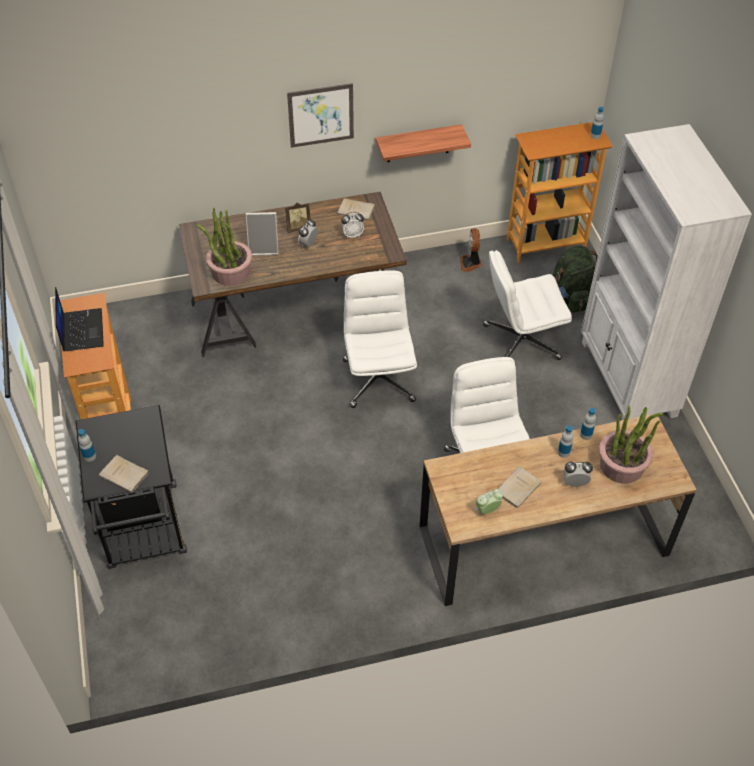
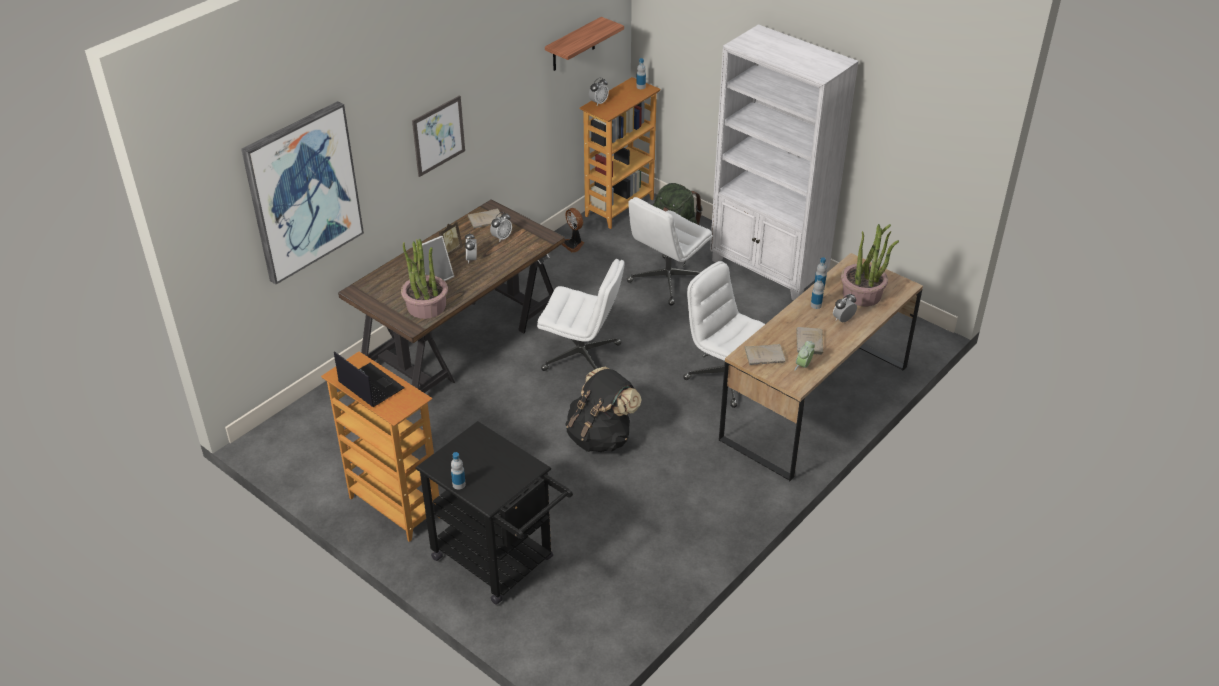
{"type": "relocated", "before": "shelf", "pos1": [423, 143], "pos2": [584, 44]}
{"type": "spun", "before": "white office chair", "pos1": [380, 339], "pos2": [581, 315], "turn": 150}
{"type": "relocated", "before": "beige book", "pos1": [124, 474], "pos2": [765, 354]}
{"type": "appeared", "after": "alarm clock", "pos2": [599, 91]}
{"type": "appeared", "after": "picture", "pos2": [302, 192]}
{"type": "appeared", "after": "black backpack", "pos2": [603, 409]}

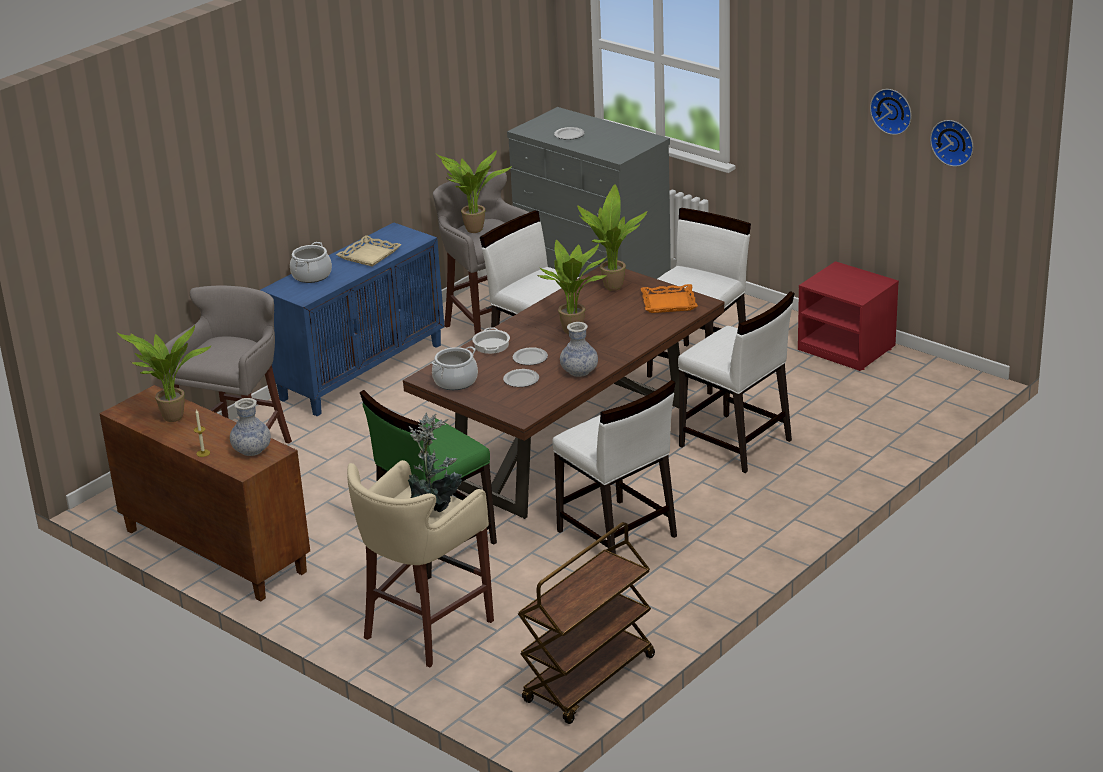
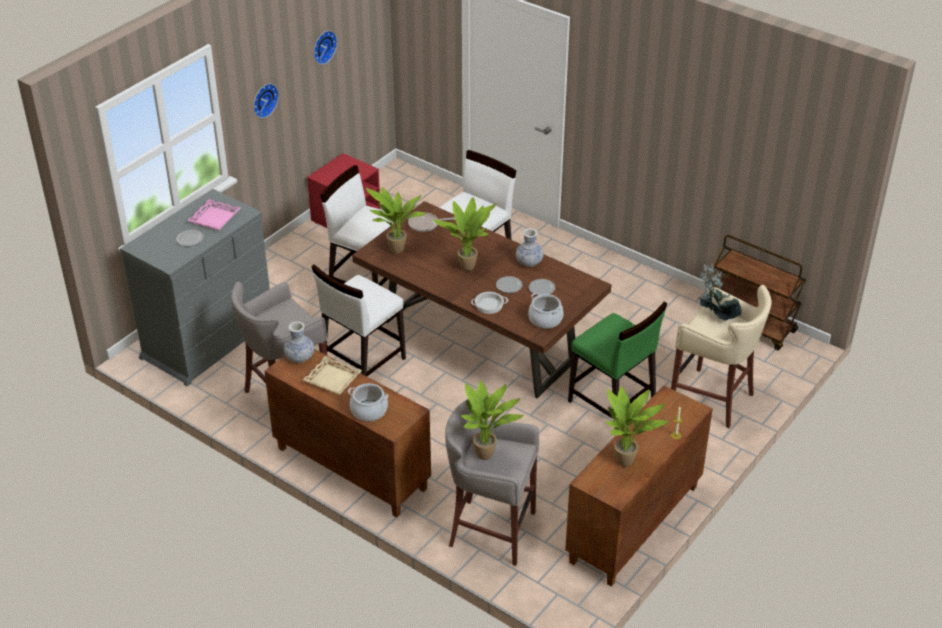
{"type": "relocated", "before": "wall clock", "pos1": [951, 143], "pos2": [266, 101]}
{"type": "relocated", "before": "potted plant", "pos1": [474, 191], "pos2": [491, 420]}
{"type": "colour", "before": "blue cabinet", "after": "brown cabinet", "pos1": [352, 319], "pos2": [347, 433]}
{"type": "exchanged", "before": "orange tray", "after": "frying pan", "pos1": [669, 298], "pos2": [431, 222]}
{"type": "missing", "before": "white chair", "pos1": [614, 467]}
{"type": "relocated", "before": "vase", "pos1": [250, 427], "pos2": [299, 342]}
{"type": "appeared", "after": "pink tray", "pos2": [213, 214]}

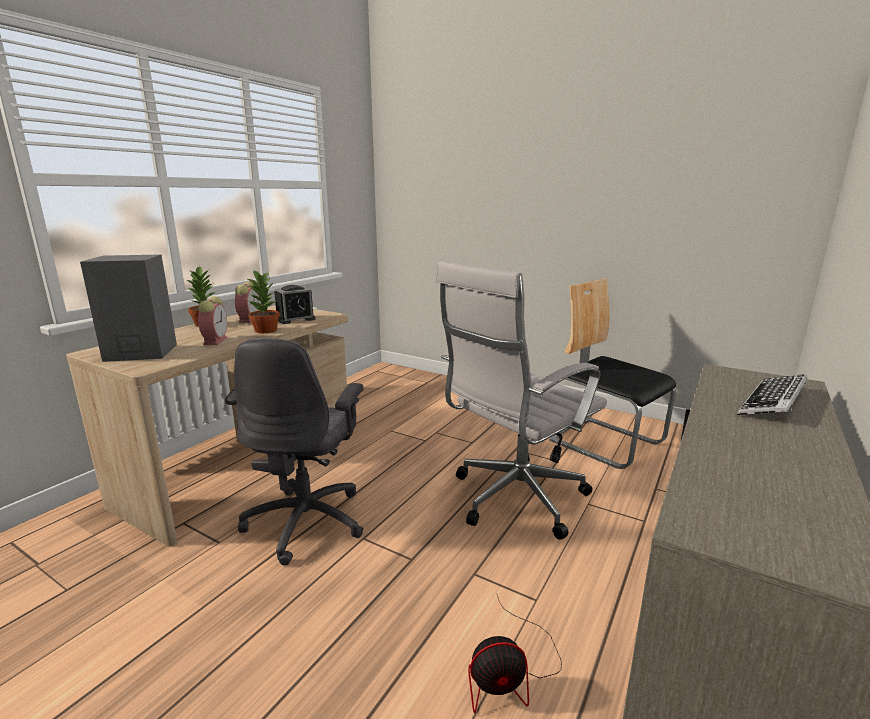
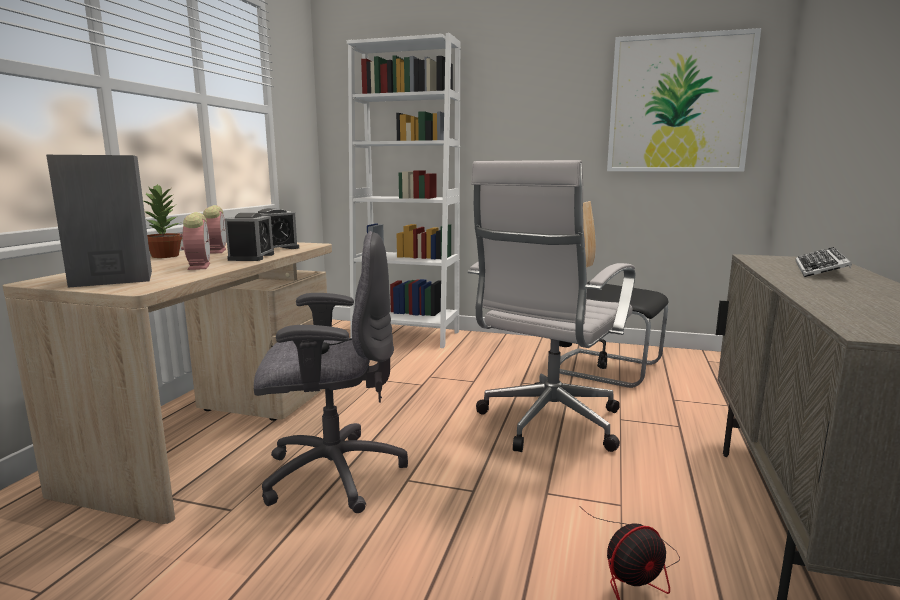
{"type": "exchanged", "before": "potted plant", "after": "alarm clock", "pos1": [263, 301], "pos2": [249, 237]}
{"type": "spun", "before": "grey office chair", "pos1": [294, 452], "pos2": [331, 372], "turn": -90}
{"type": "appeared", "after": "picture", "pos2": [684, 100]}
{"type": "appeared", "after": "white bookcase", "pos2": [404, 190]}

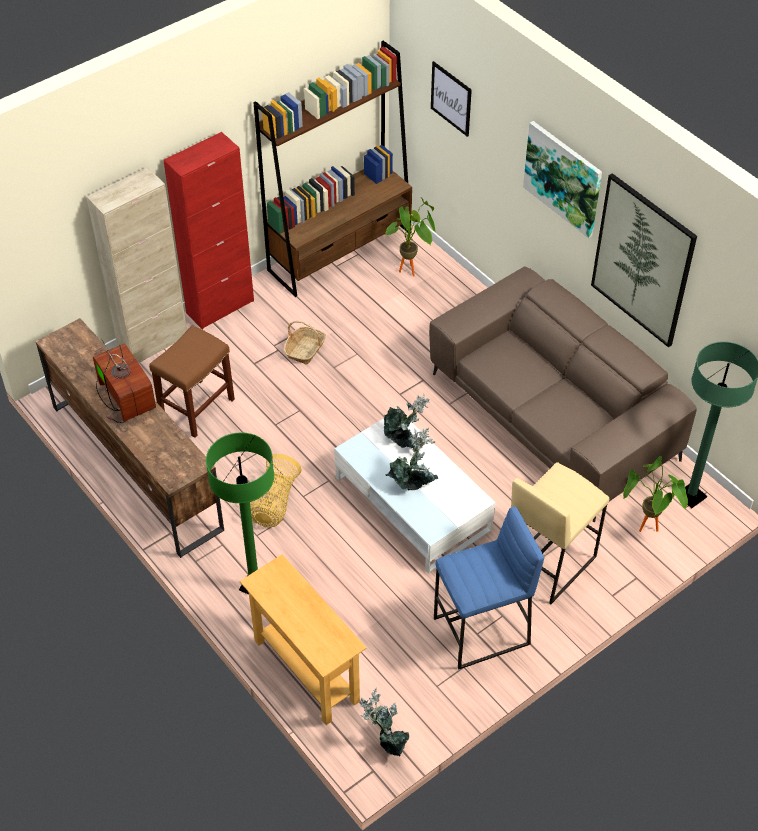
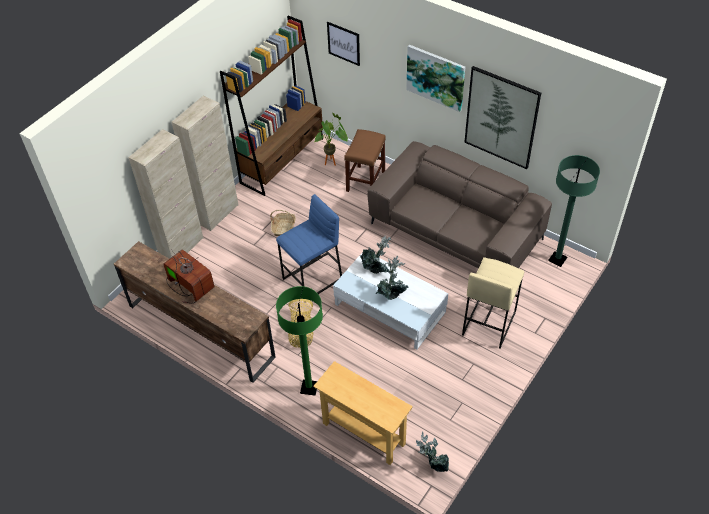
{"type": "colour", "before": "red cabinet", "after": "beige cabinet", "pos1": [208, 230], "pos2": [205, 163]}
{"type": "relocated", "before": "brown stool", "pos1": [192, 381], "pos2": [365, 160]}
{"type": "missing", "before": "potted plant", "pos1": [655, 494]}
{"type": "relocated", "before": "blue stool", "pos1": [489, 587], "pos2": [309, 248]}

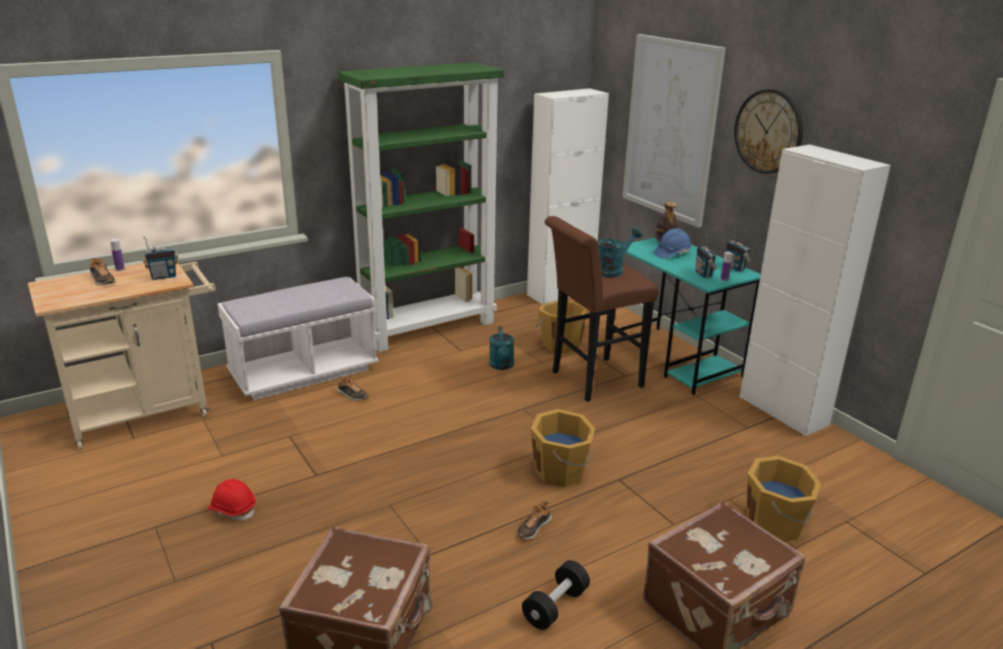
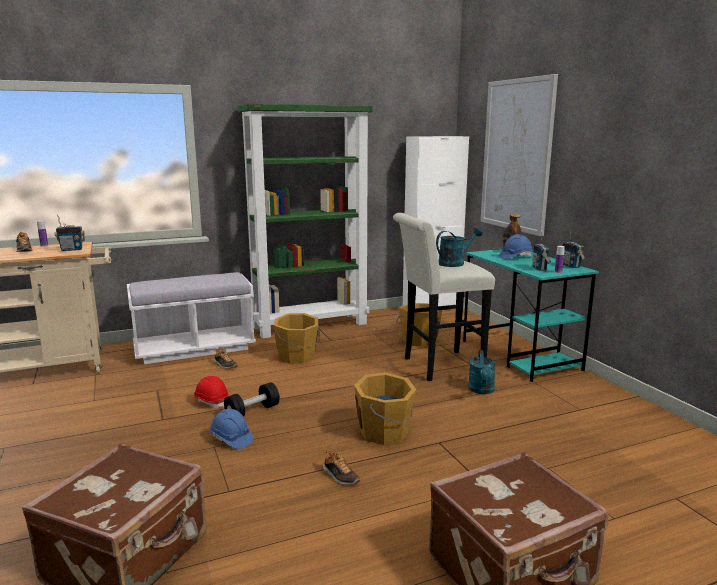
{"type": "missing", "before": "wall clock", "pos1": [768, 131]}
{"type": "missing", "before": "white cabinet", "pos1": [815, 290]}
{"type": "colour", "before": "brown stool", "after": "white stool", "pos1": [601, 309], "pos2": [444, 297]}
{"type": "relocated", "before": "turquoise watering can", "pos1": [501, 348], "pos2": [482, 372]}
{"type": "relocated", "before": "orange bucket", "pos1": [784, 498], "pos2": [296, 338]}
{"type": "relocated", "before": "red hard hat", "pos1": [232, 500], "pos2": [210, 392]}
{"type": "spun", "before": "shoe", "pos1": [534, 520], "pos2": [341, 467], "turn": -90}
{"type": "relocated", "before": "black dumbbell", "pos1": [556, 595], "pos2": [252, 399]}
{"type": "appeared", "after": "blue hard hat", "pos2": [231, 429]}

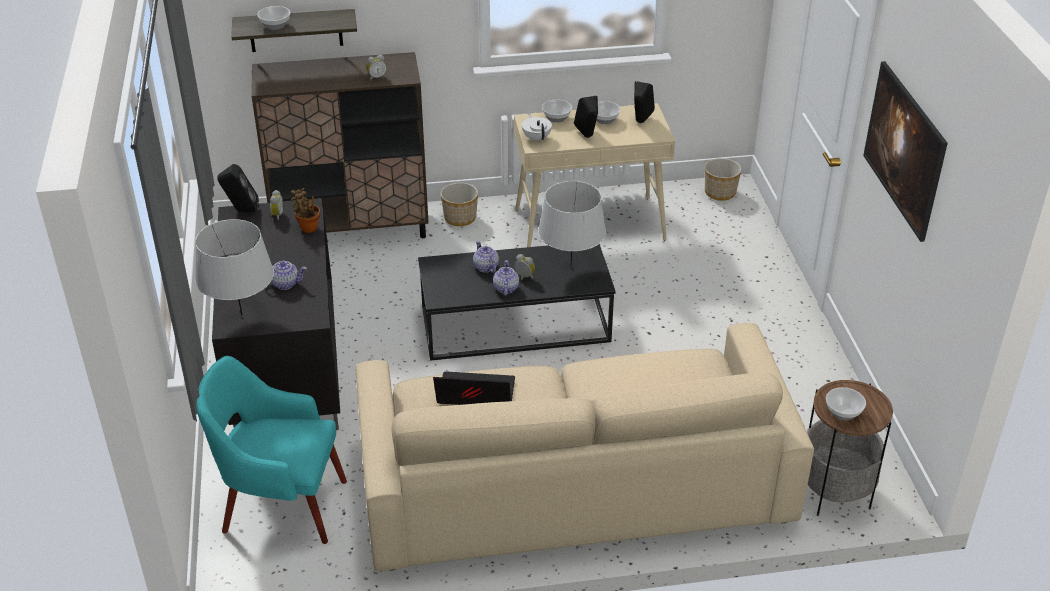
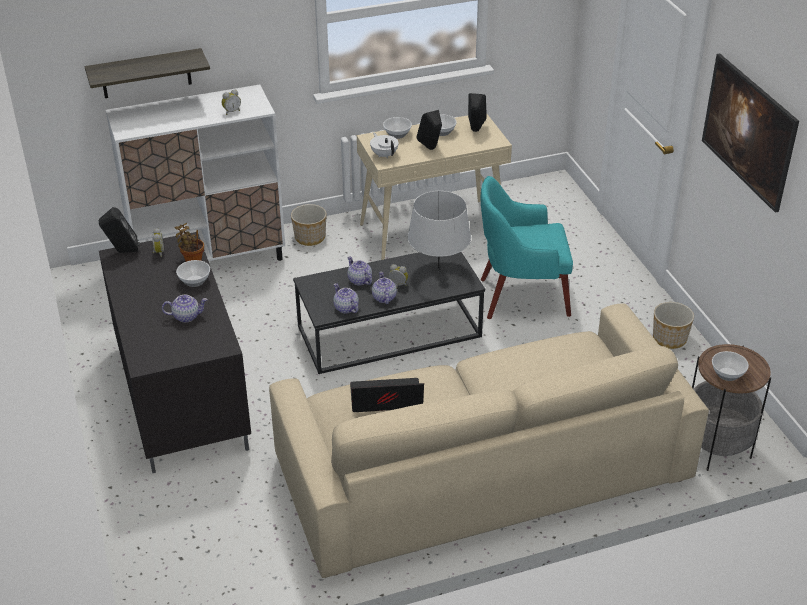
{"type": "relocated", "before": "bowl", "pos1": [273, 18], "pos2": [193, 273]}
{"type": "colour", "before": "brown cabinet", "after": "white cabinet", "pos1": [340, 145], "pos2": [195, 173]}
{"type": "relocated", "before": "planter", "pos1": [723, 179], "pos2": [673, 325]}
{"type": "missing", "before": "grey table lamp", "pos1": [234, 267]}
{"type": "relocated", "before": "turquoise armchair", "pos1": [271, 450], "pos2": [526, 247]}
{"type": "appeared", "after": "teapot", "pos2": [346, 298]}

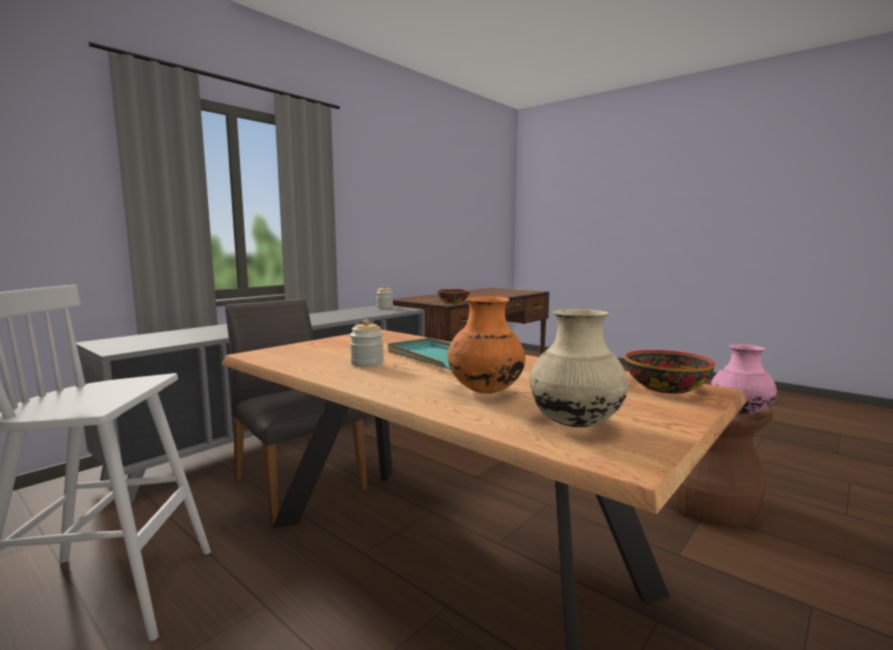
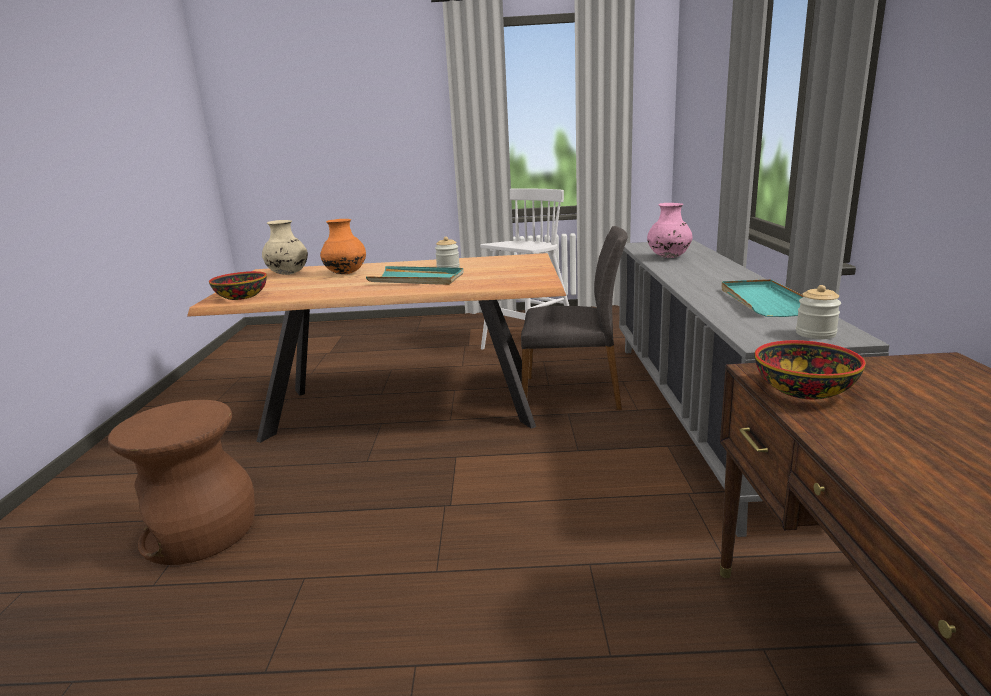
{"type": "relocated", "before": "pink vase", "pos1": [744, 379], "pos2": [669, 230]}
{"type": "appeared", "after": "turquoise tray", "pos2": [762, 298]}

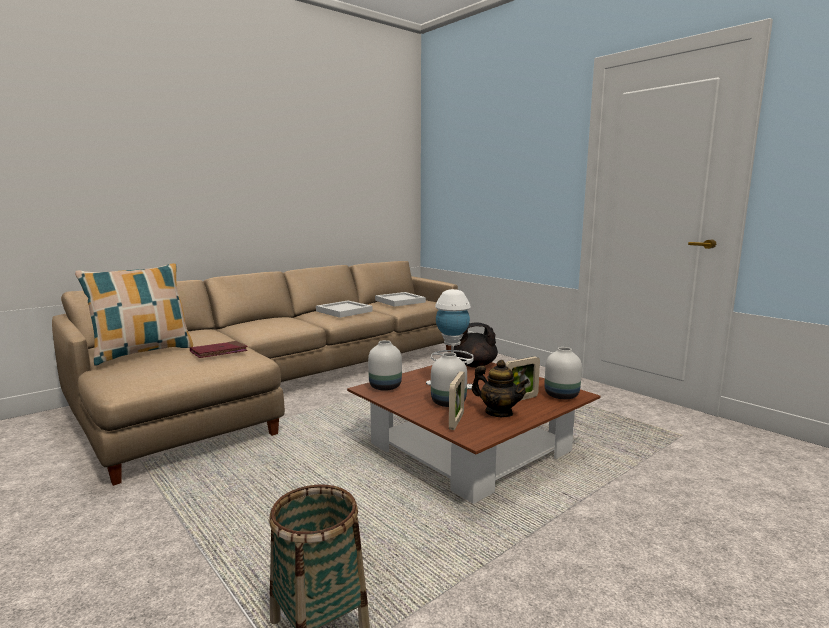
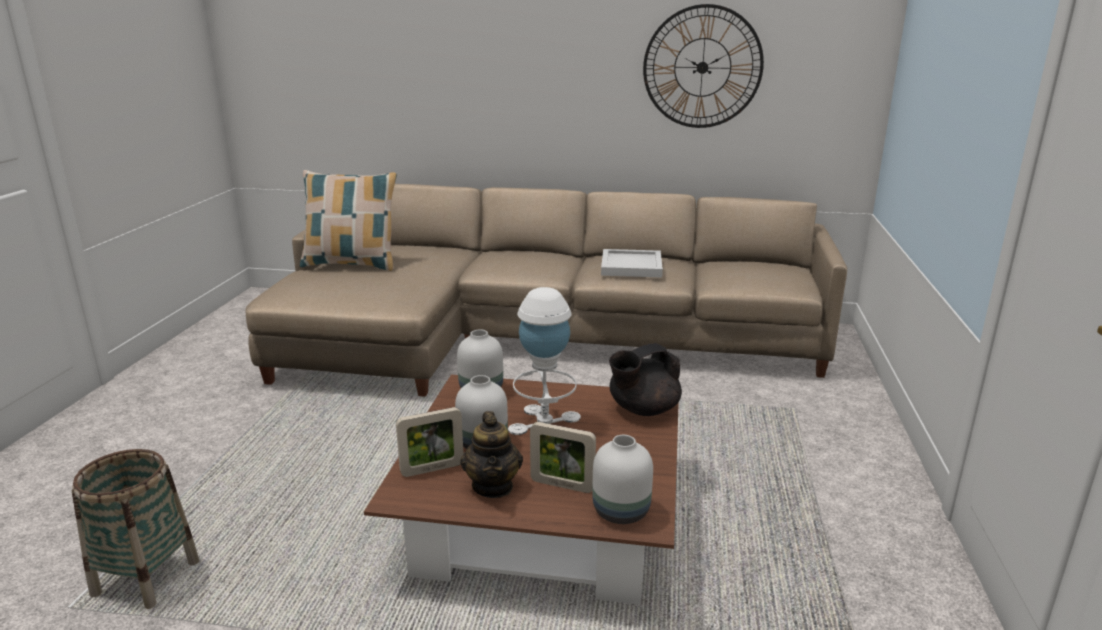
{"type": "missing", "before": "white tray", "pos1": [400, 299]}
{"type": "spun", "before": "black teapot", "pos1": [475, 345], "pos2": [645, 379], "turn": -75}
{"type": "missing", "before": "red book", "pos1": [219, 349]}
{"type": "appeared", "after": "wall clock", "pos2": [703, 66]}

